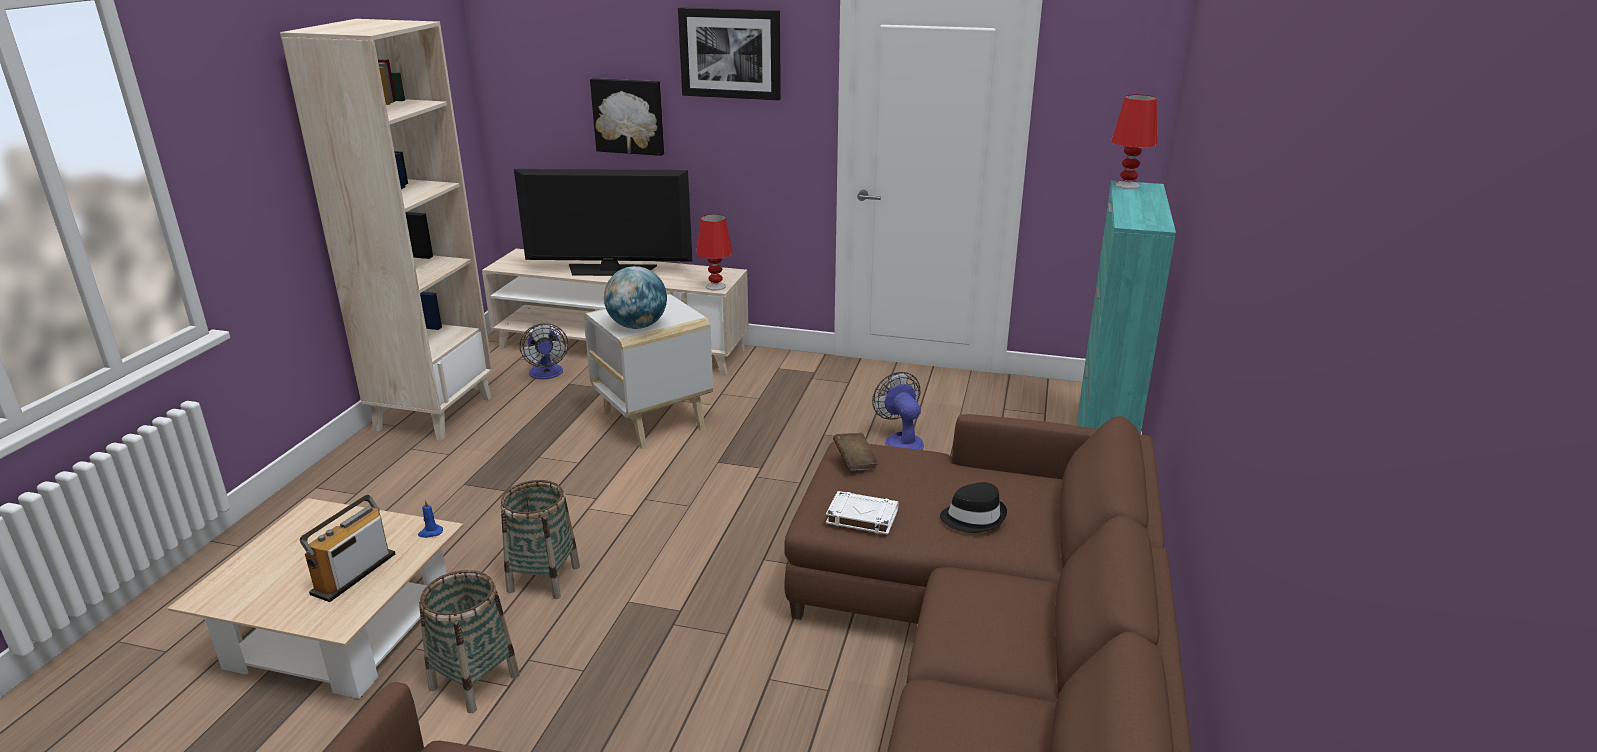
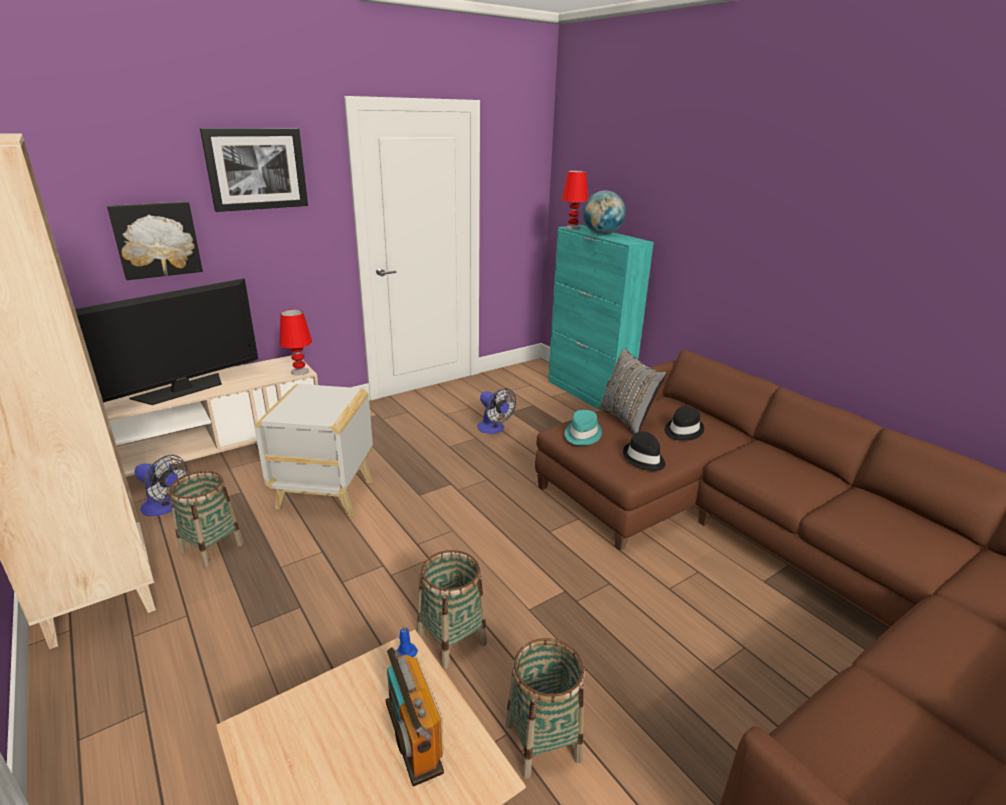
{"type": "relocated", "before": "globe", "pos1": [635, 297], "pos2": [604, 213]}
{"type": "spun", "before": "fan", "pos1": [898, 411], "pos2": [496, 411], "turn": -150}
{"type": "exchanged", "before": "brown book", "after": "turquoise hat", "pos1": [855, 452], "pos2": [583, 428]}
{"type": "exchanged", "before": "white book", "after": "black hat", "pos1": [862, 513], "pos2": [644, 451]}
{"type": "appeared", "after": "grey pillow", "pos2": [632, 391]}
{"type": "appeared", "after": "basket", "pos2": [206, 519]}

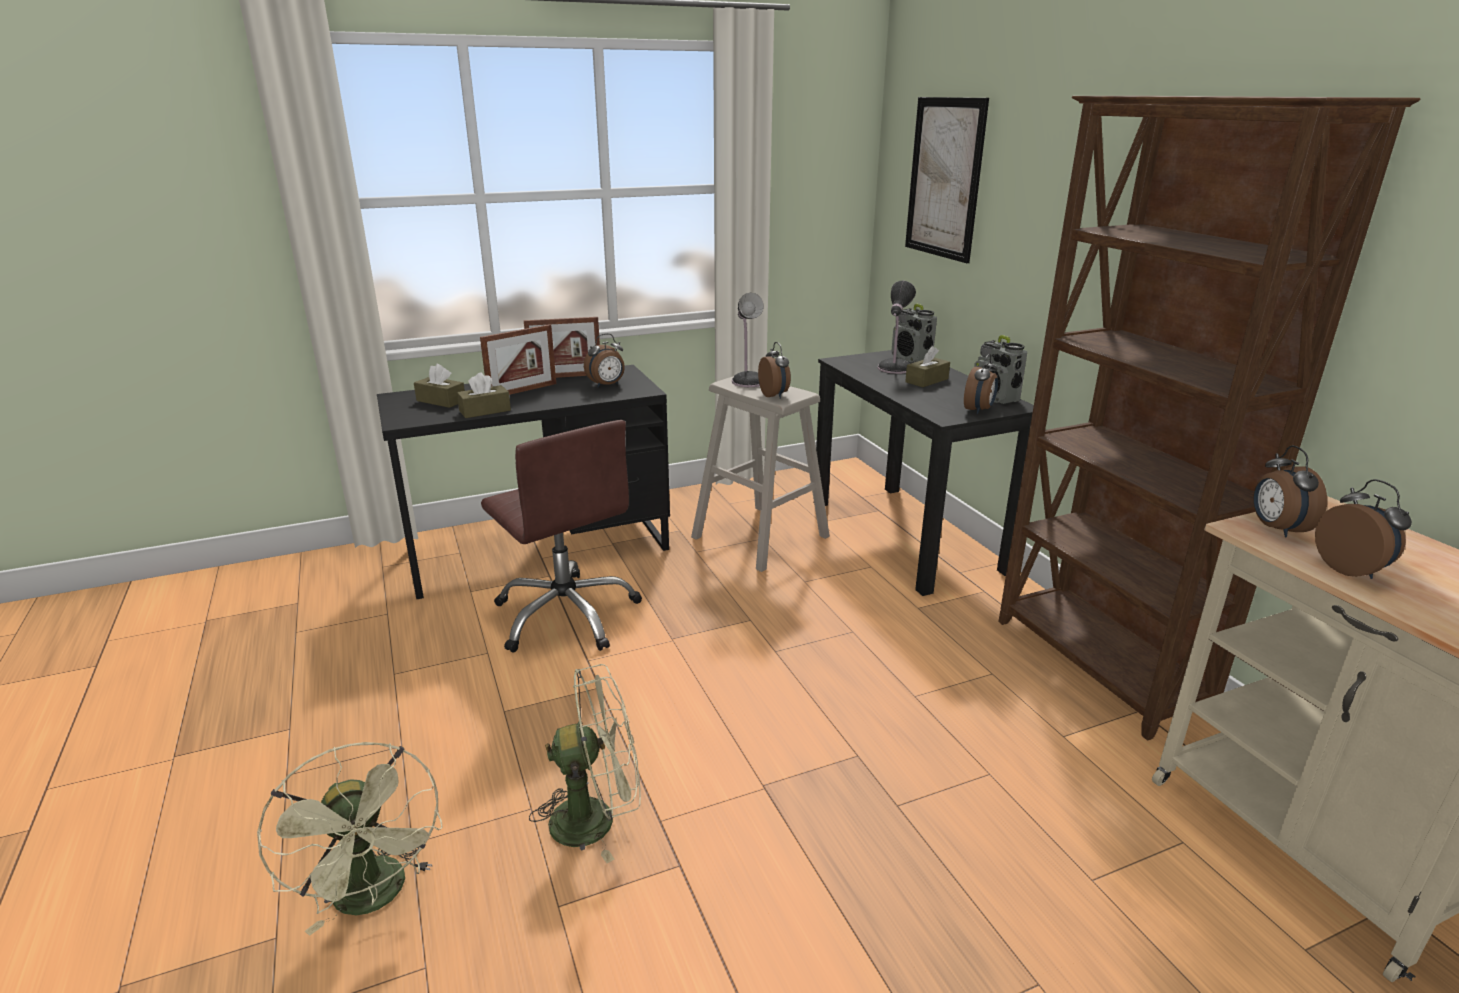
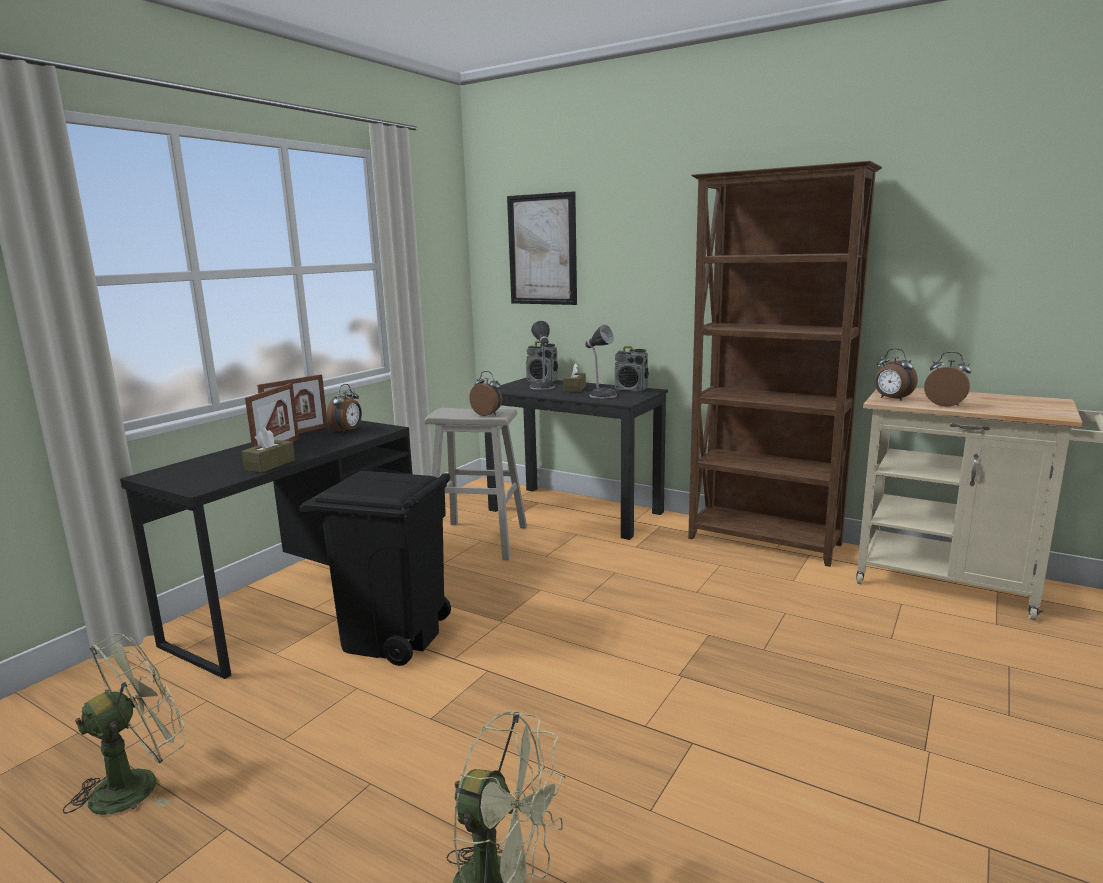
{"type": "relocated", "before": "table lamp", "pos1": [748, 340], "pos2": [601, 362]}
{"type": "missing", "before": "alarm clock", "pos1": [981, 384]}
{"type": "missing", "before": "brown tissue box", "pos1": [439, 386]}
{"type": "exchanged", "before": "brown office chair", "after": "black trash can", "pos1": [561, 536], "pos2": [375, 568]}
{"type": "relocated", "before": "green fan", "pos1": [585, 763], "pos2": [124, 724]}

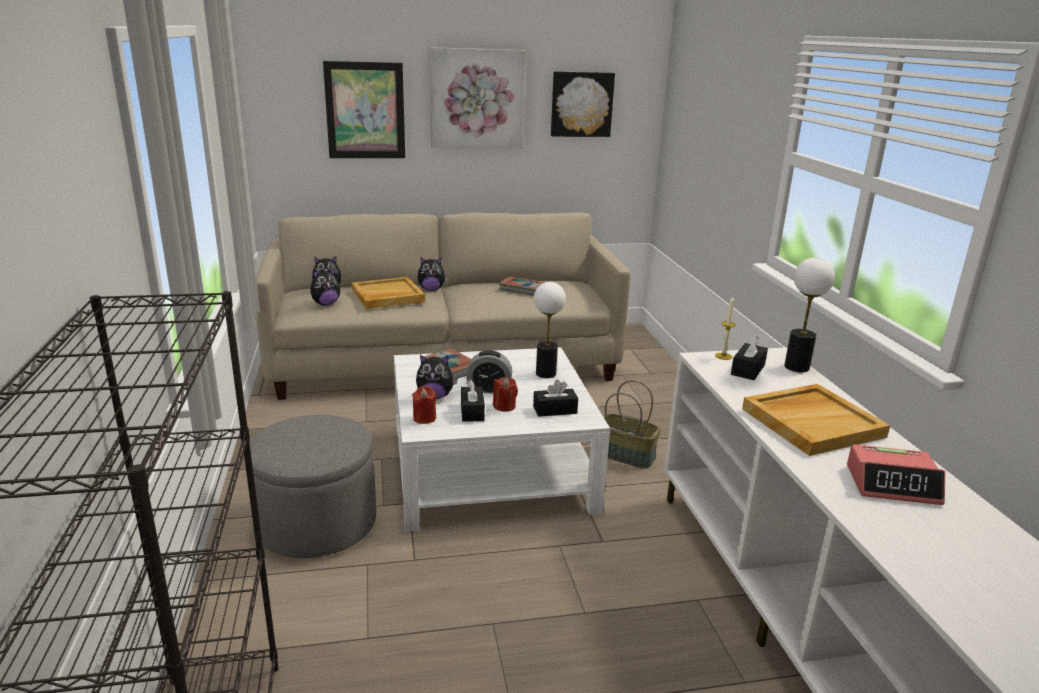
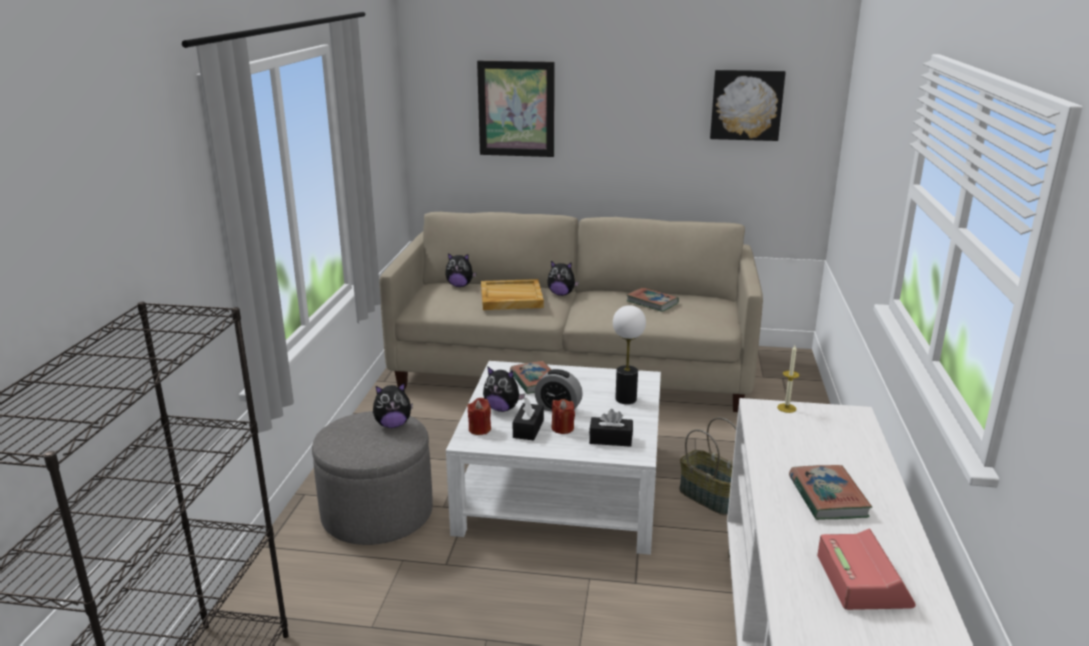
{"type": "missing", "before": "picture", "pos1": [478, 97]}
{"type": "missing", "before": "table lamp", "pos1": [809, 315]}
{"type": "relocated", "before": "plush toy", "pos1": [325, 286], "pos2": [393, 405]}
{"type": "missing", "before": "black tissue box", "pos1": [749, 358]}
{"type": "exchanged", "before": "beige tray", "after": "book", "pos1": [816, 420], "pos2": [830, 492]}
{"type": "spun", "before": "alarm clock", "pos1": [896, 474], "pos2": [866, 569], "turn": -120}

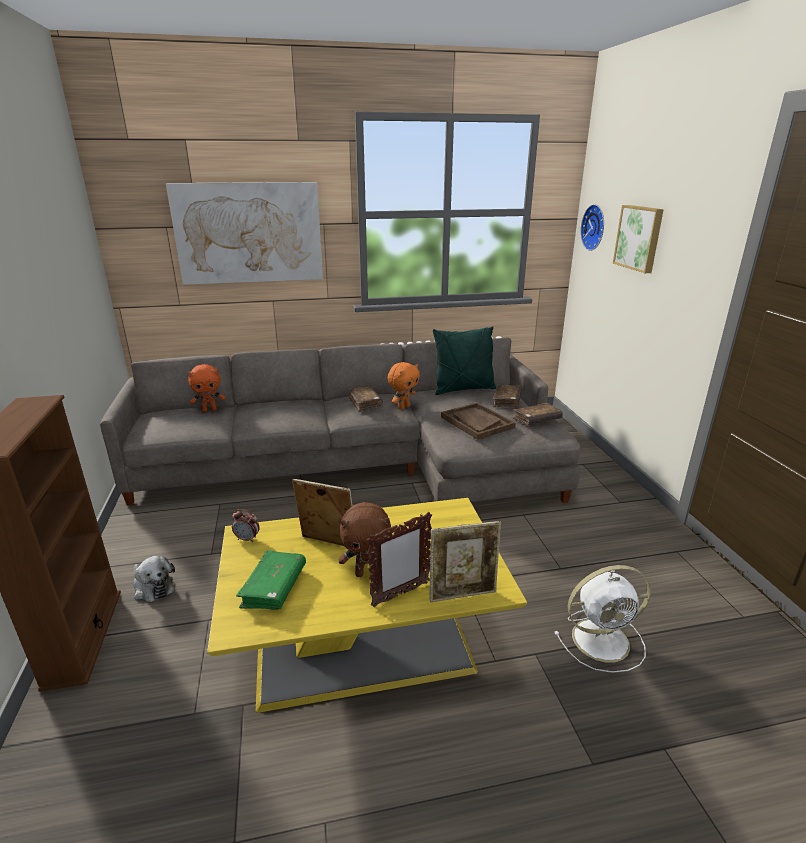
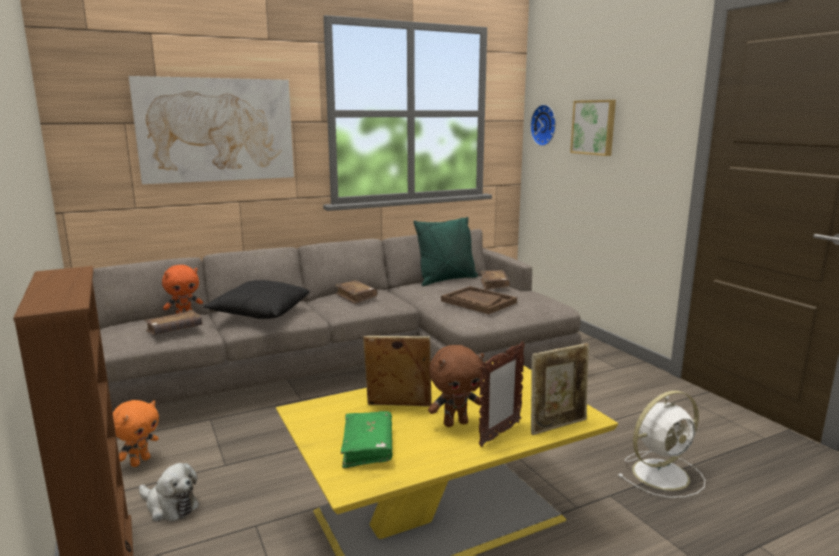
{"type": "relocated", "before": "orange plush toy", "pos1": [404, 386], "pos2": [136, 433]}
{"type": "relocated", "before": "brown book", "pos1": [538, 414], "pos2": [173, 322]}
{"type": "missing", "before": "alarm clock", "pos1": [246, 526]}
{"type": "appeared", "after": "black pillow", "pos2": [256, 299]}

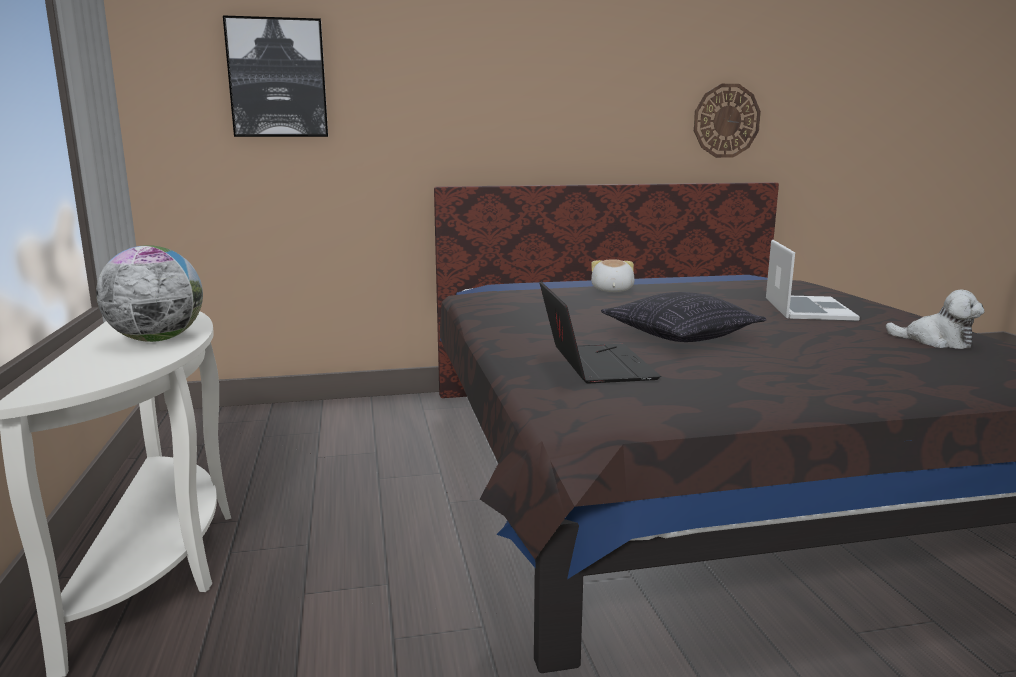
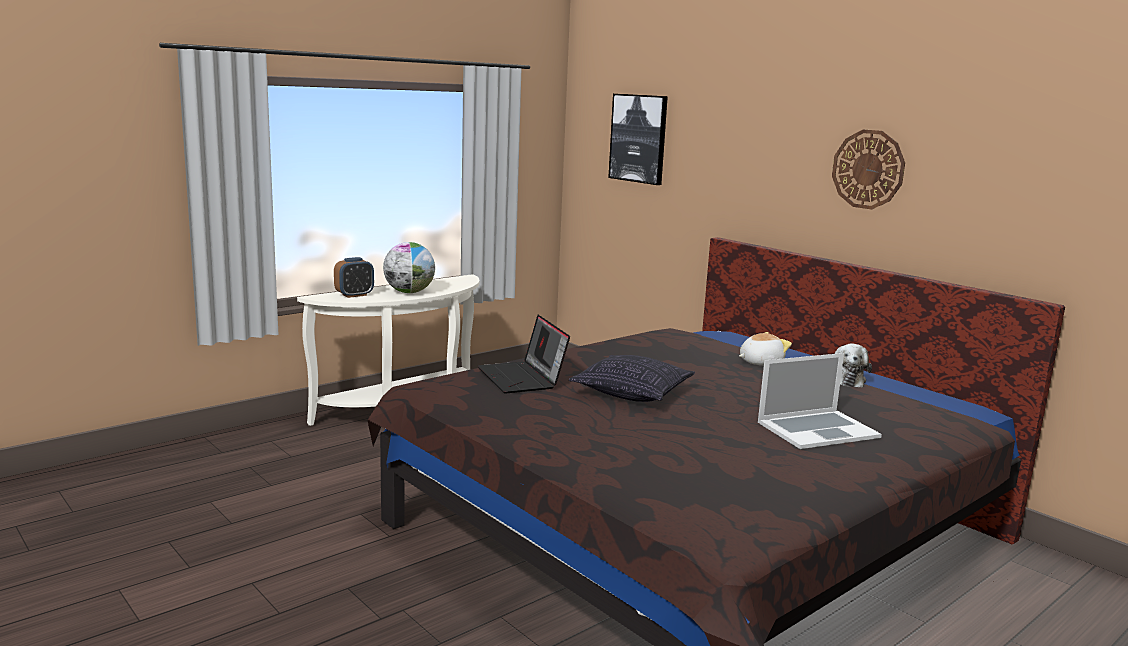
{"type": "relocated", "before": "wall clock", "pos1": [727, 121], "pos2": [868, 169]}
{"type": "spun", "before": "laptop", "pos1": [600, 332], "pos2": [524, 354], "turn": 105}
{"type": "relocated", "before": "plush toy", "pos1": [935, 319], "pos2": [853, 365]}
{"type": "appeared", "after": "alarm clock", "pos2": [354, 277]}

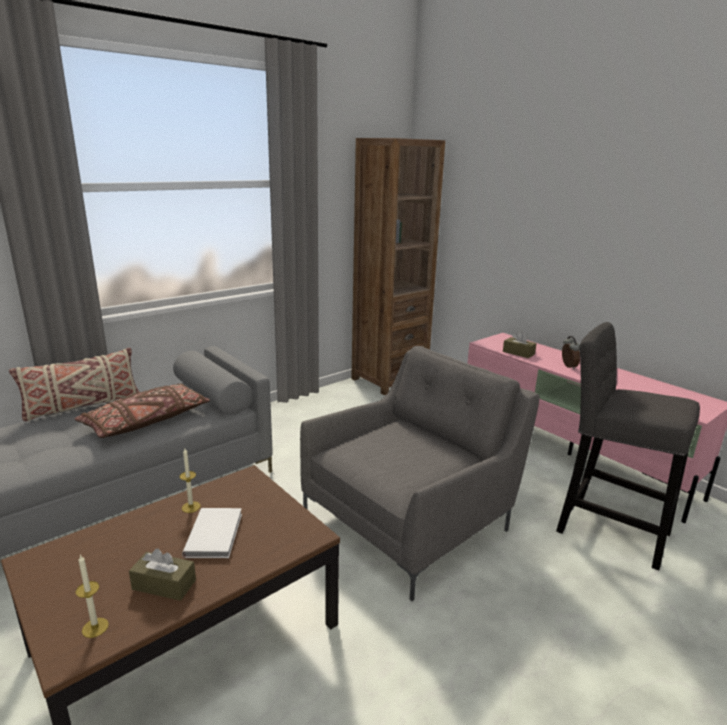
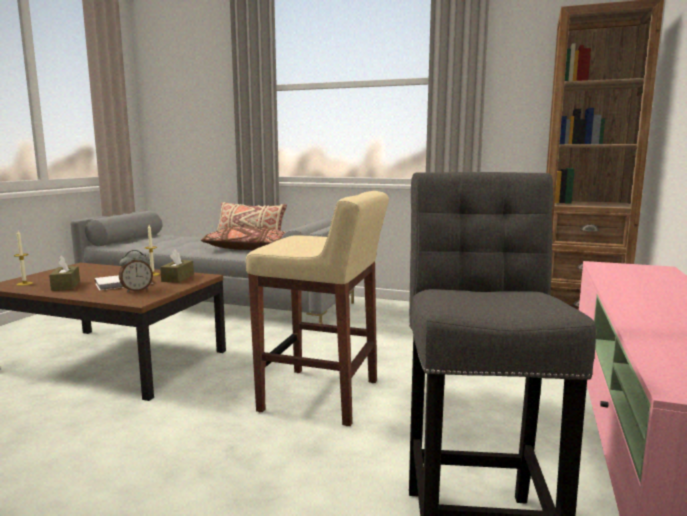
{"type": "relocated", "before": "brown tissue box", "pos1": [519, 344], "pos2": [177, 266]}
{"type": "relocated", "before": "alarm clock", "pos1": [571, 353], "pos2": [136, 271]}
{"type": "exchanged", "before": "grey armchair", "after": "beige stool", "pos1": [420, 473], "pos2": [317, 308]}

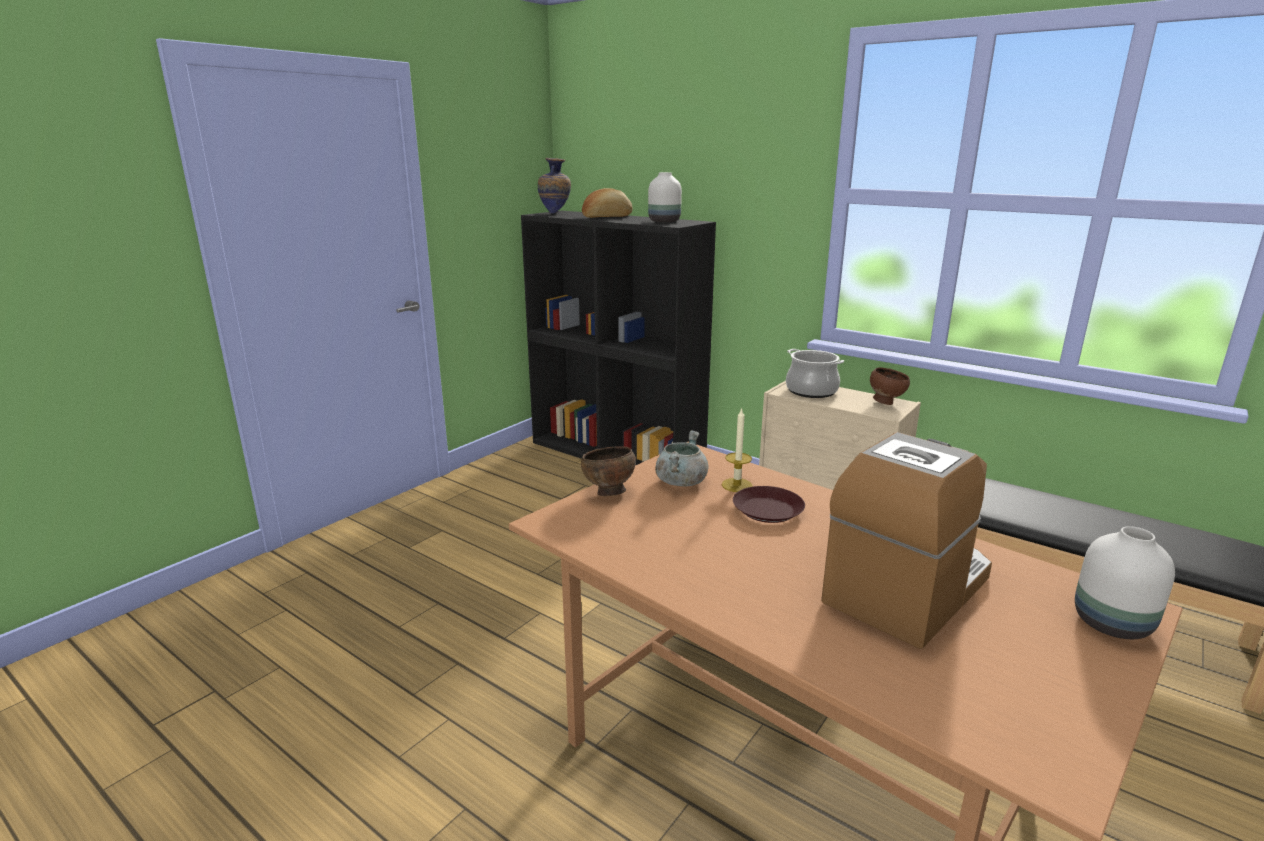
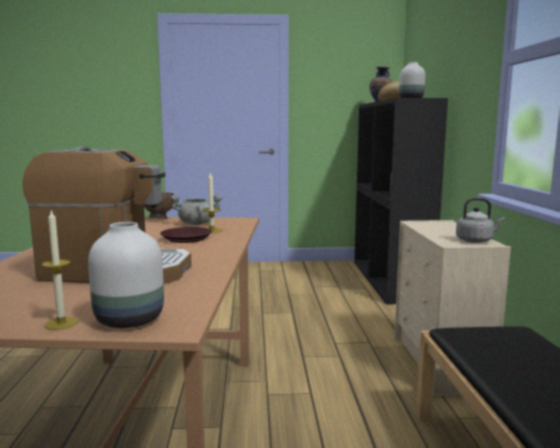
{"type": "missing", "before": "cooking pot", "pos1": [815, 373]}
{"type": "exchanged", "before": "brown bowl", "after": "grey kettle", "pos1": [890, 386], "pos2": [480, 220]}
{"type": "appeared", "after": "candle", "pos2": [59, 270]}

